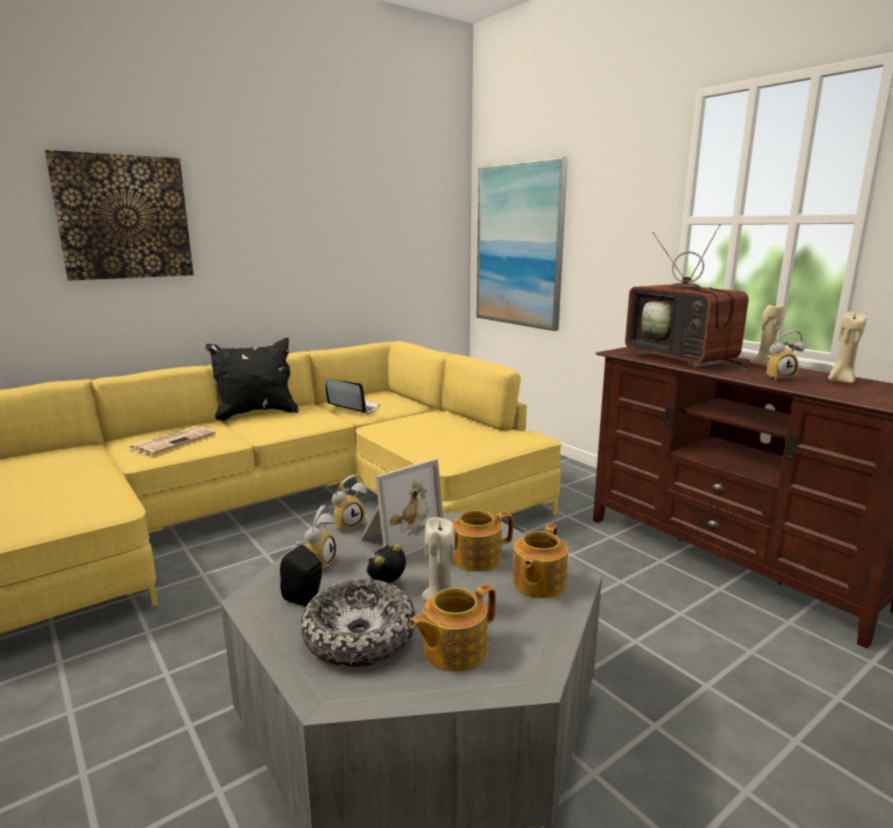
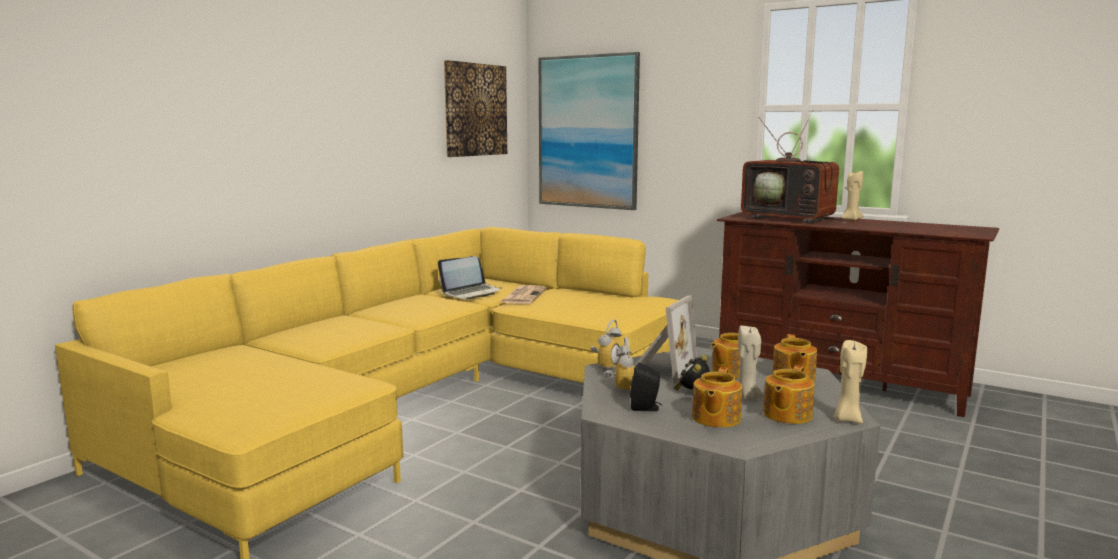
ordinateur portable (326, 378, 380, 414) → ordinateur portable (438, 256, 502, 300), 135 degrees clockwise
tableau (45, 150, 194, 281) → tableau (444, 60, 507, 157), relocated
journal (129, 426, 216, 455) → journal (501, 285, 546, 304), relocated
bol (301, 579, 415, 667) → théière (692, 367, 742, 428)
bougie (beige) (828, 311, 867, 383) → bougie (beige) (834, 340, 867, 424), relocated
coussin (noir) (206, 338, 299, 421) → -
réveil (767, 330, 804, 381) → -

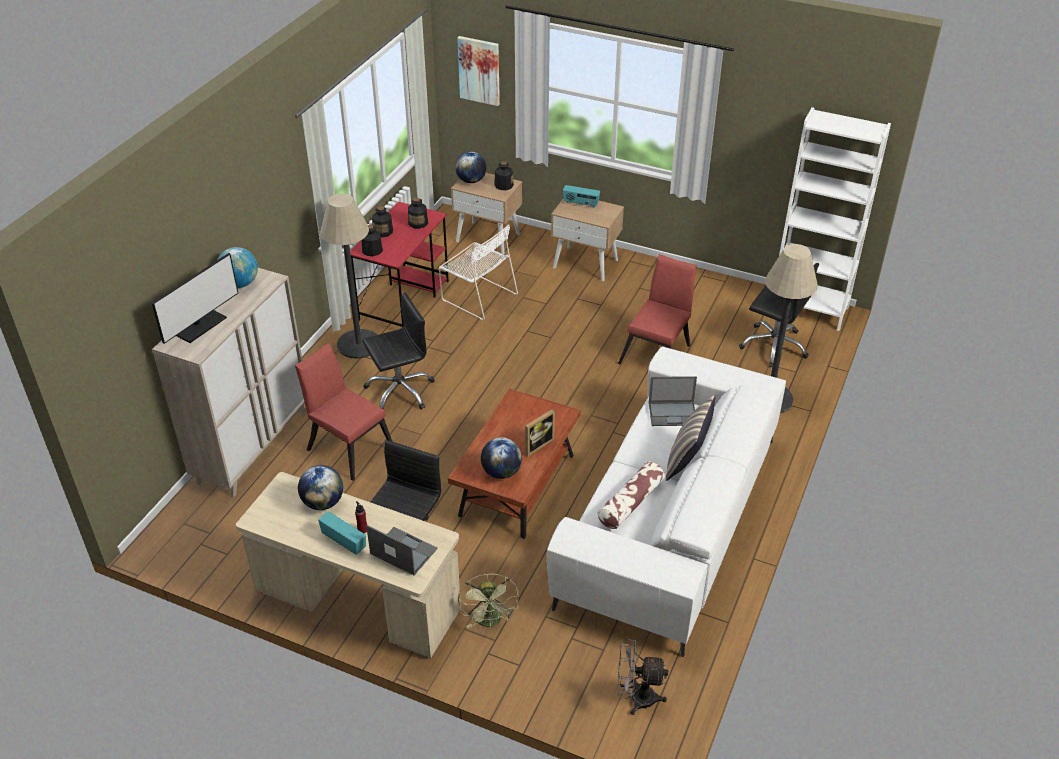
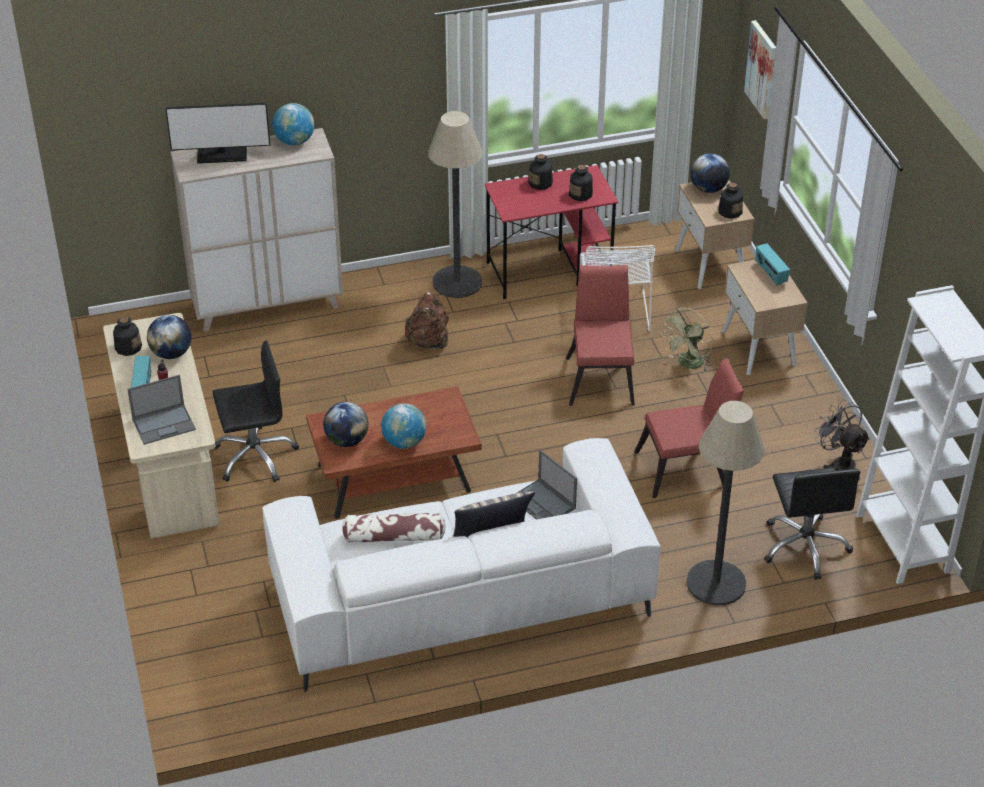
bouteille (362, 225, 383, 256) → bouteille (113, 317, 142, 356), relocated
ordinateur portable (366, 525, 437, 575) → ordinateur portable (127, 375, 196, 445), 75 degrees clockwise
cadre photo (525, 409, 555, 457) → globe (381, 403, 426, 449)
chaise de bureau (noir) (362, 292, 435, 410) → sac à dos (marron) (405, 292, 449, 349)
chaise (rouge) (295, 344, 393, 481) → chaise (rouge) (566, 265, 635, 406), relocated
ventilateur (vert) (458, 573, 519, 628) → ventilateur (vert) (661, 308, 713, 372), relocated
ventilateur (gris) (617, 639, 668, 715) → ventilateur (gris) (814, 399, 870, 480), relocated

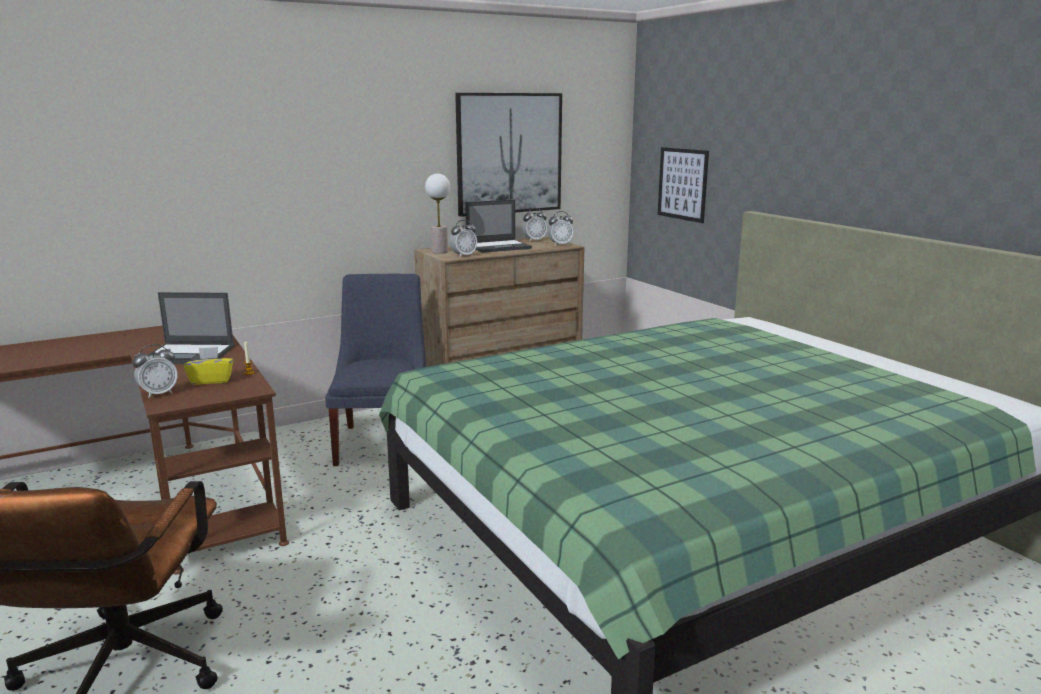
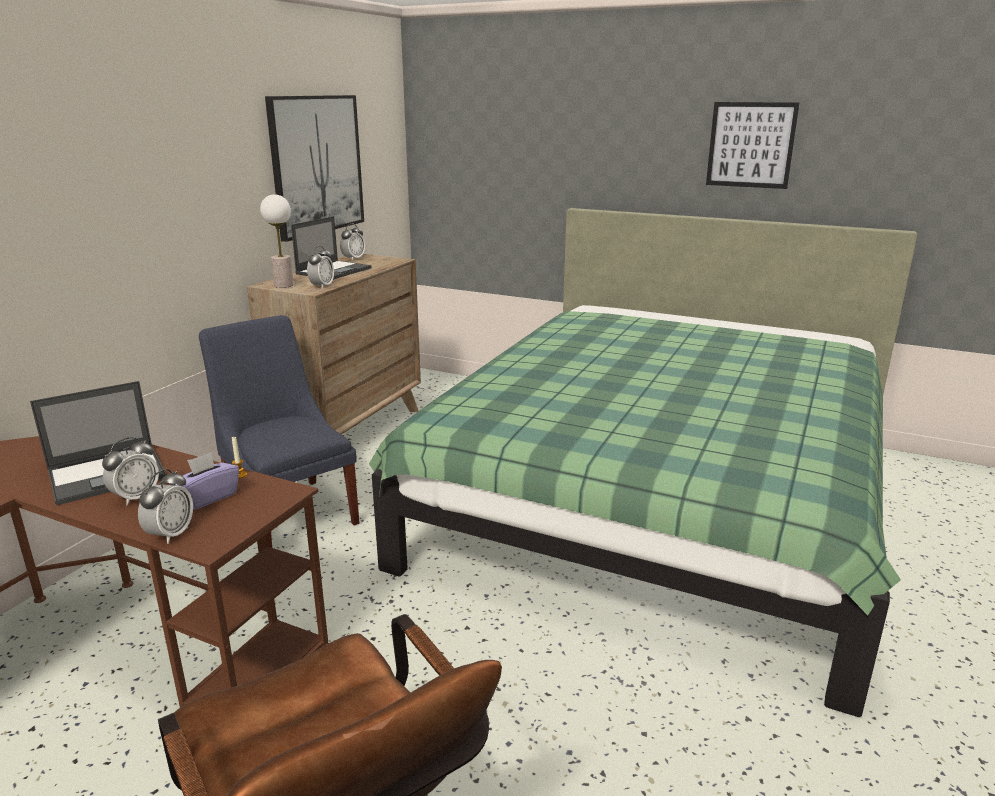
réveil (548, 211, 573, 246) → réveil (102, 437, 159, 505), relocated
boîte à mouchoirs (jaune) (184, 347, 234, 385) → boîte à mouchoirs (violet) (171, 452, 239, 510)
tableau (658, 147, 709, 223) → tableau (706, 102, 799, 189), relocated

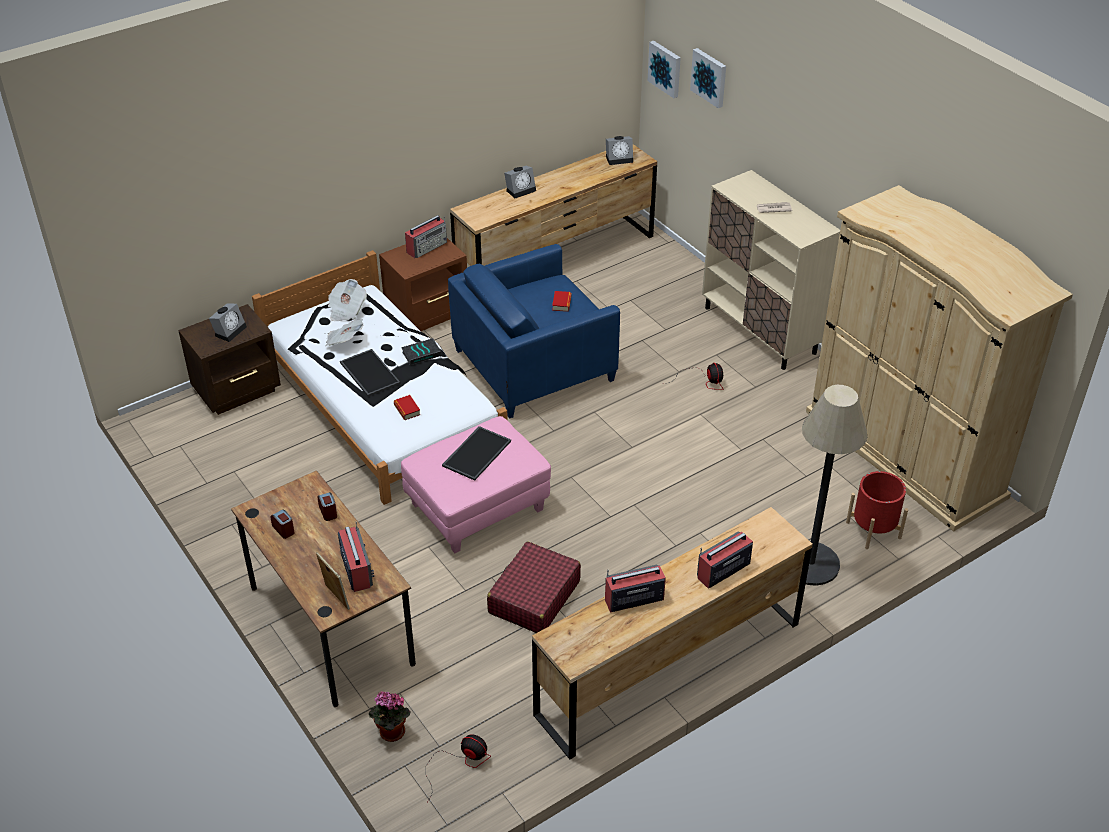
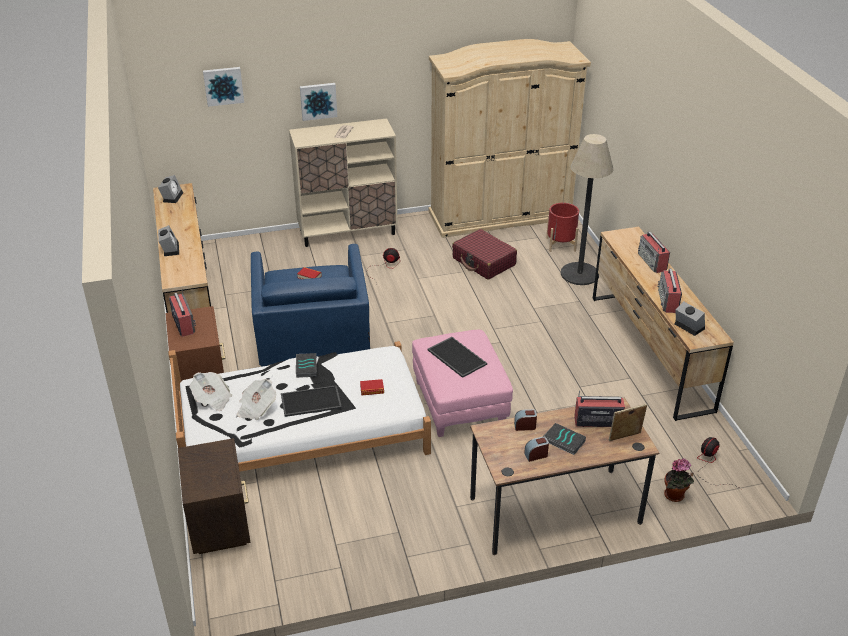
tableau (648, 41, 681, 98) → tableau (300, 83, 337, 121), relocated
valise (rouge) (487, 542, 581, 633) → valise (rouge) (452, 229, 517, 280), relocated
- → livre (543, 423, 586, 455)
réveil (209, 303, 247, 342) → réveil (674, 302, 705, 336), relocated

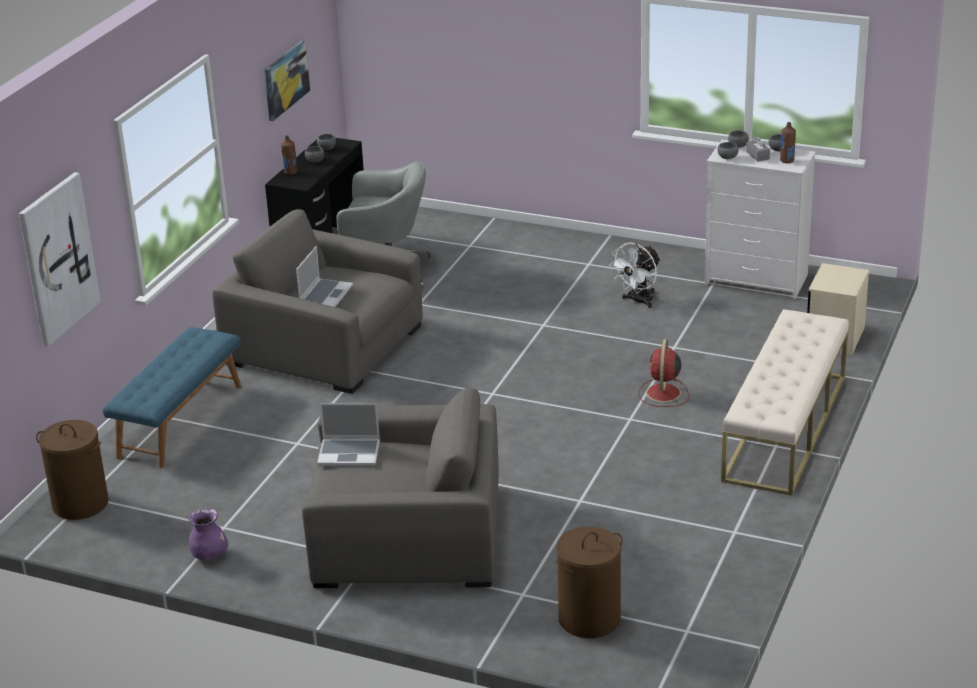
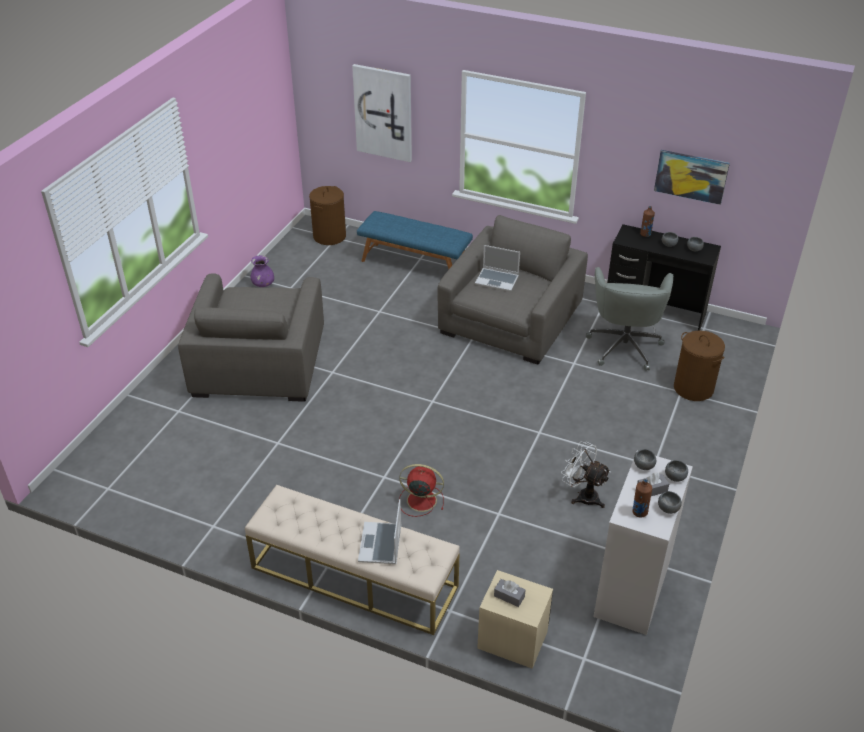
ordinateur portable (317, 403, 380, 466) → ordinateur portable (358, 499, 401, 564), relocated
- → boîte à mouchoirs (gris) (494, 579, 525, 607)
panier à linge (marron) (555, 527, 623, 638) → panier à linge (marron) (674, 331, 725, 401), relocated

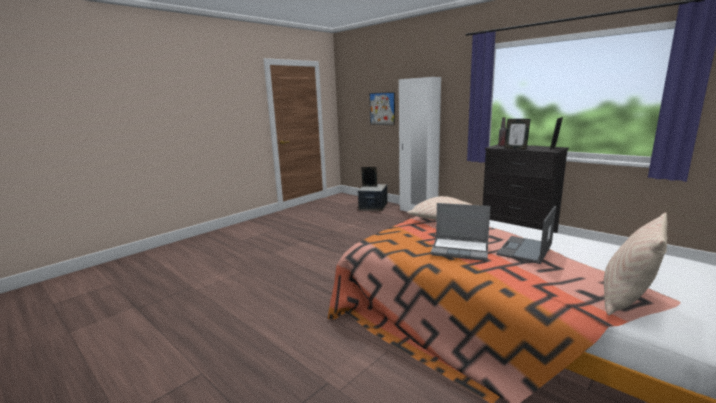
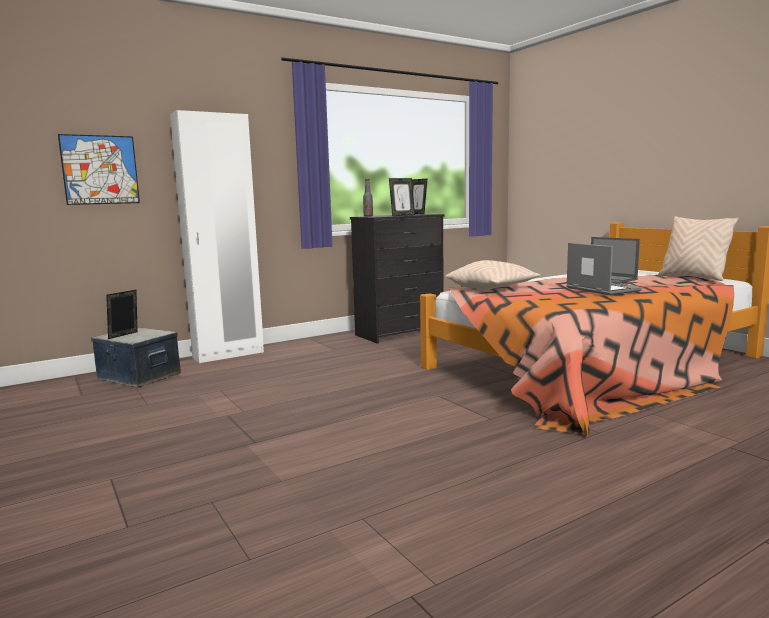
ordinateur portable (431, 203, 490, 261) → ordinateur portable (566, 243, 642, 295), 60 degrees counterclockwise

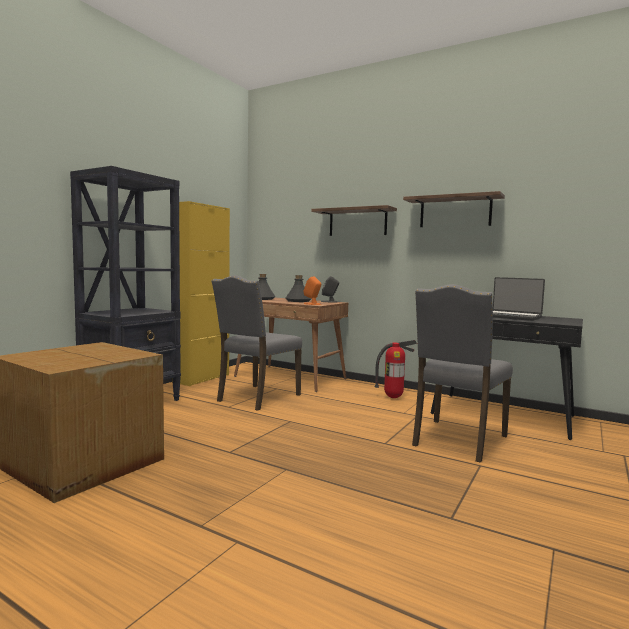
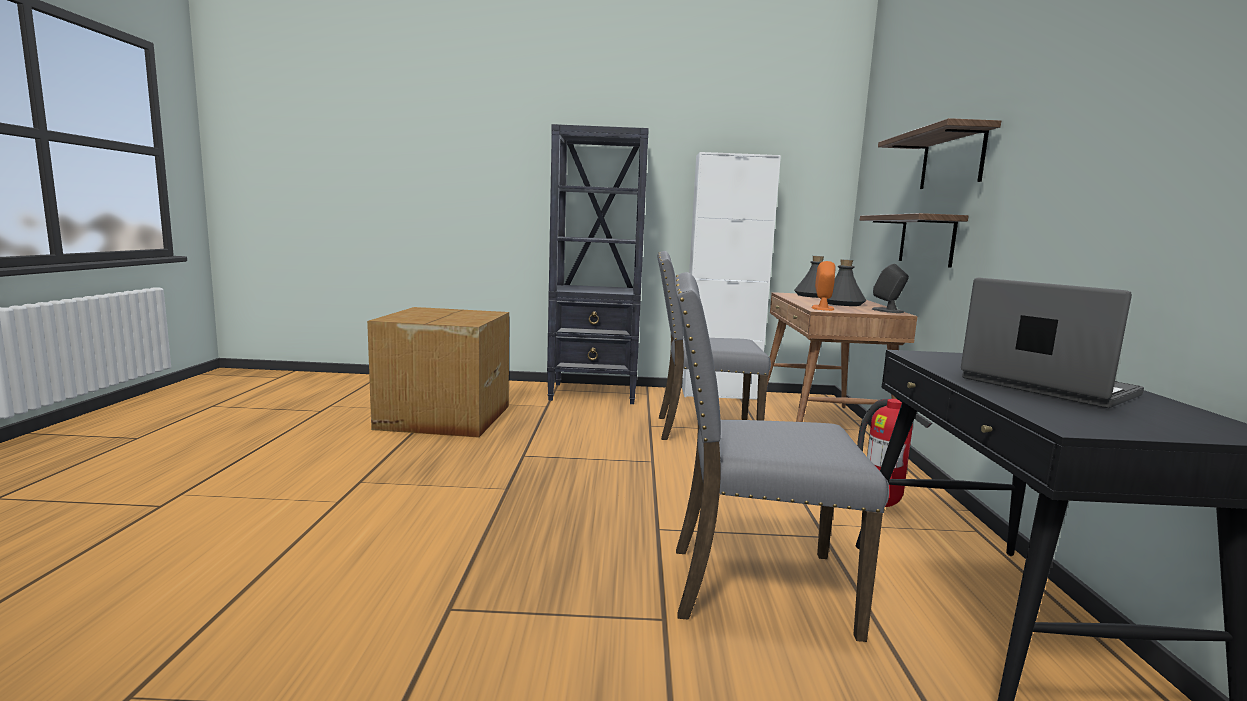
meuble de rangement (jaune) (172, 201, 230, 386) → meuble de rangement (blanc) (682, 152, 781, 400)
étagère (403, 191, 505, 227) → étagère (860, 213, 968, 268), relocated
ordinateur portable (493, 277, 545, 321) → ordinateur portable (961, 278, 1144, 408), 135 degrees clockwise

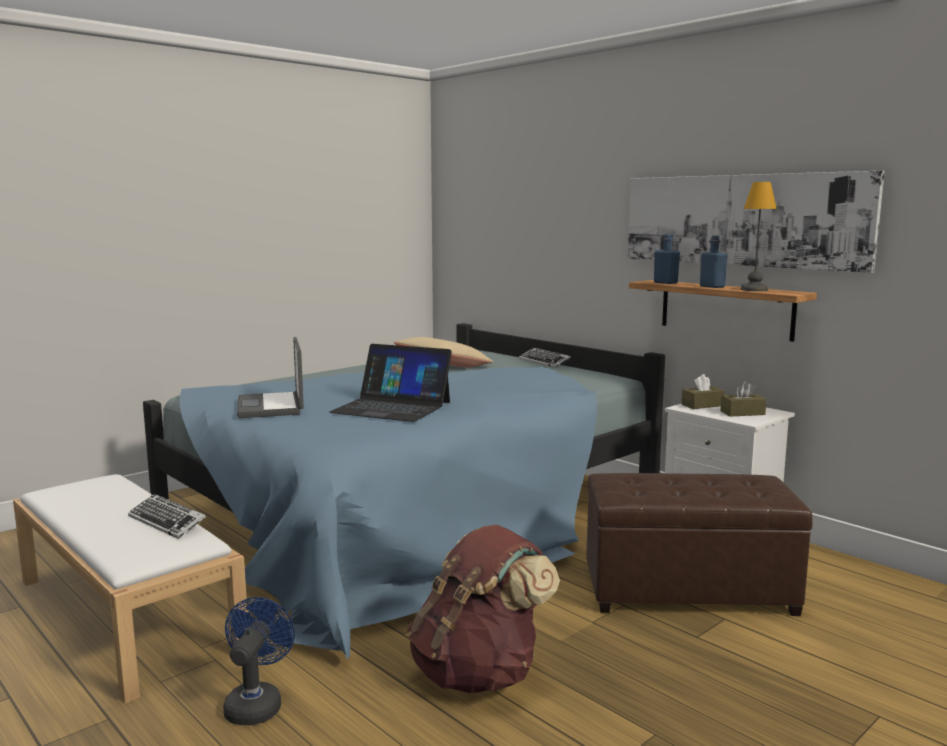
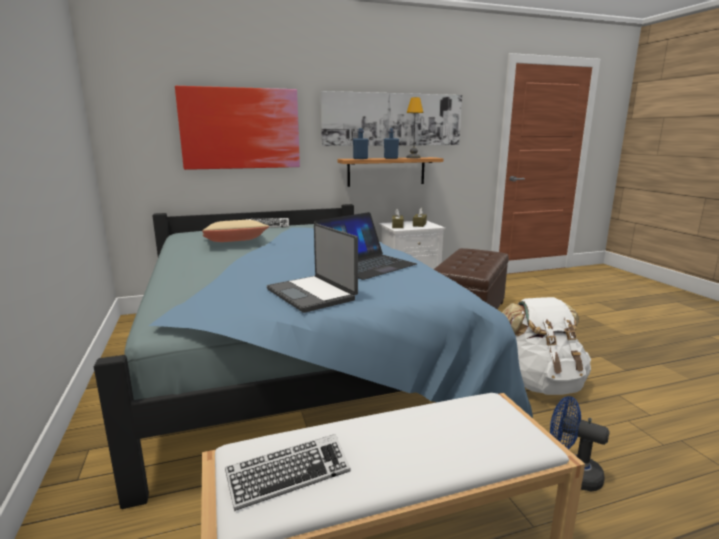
- → tableau (175, 86, 300, 170)
clavier (128, 494, 206, 539) → clavier (225, 434, 350, 511), relocated
ordinateur portable (237, 337, 304, 418) → ordinateur portable (267, 223, 358, 313), 45 degrees clockwise
sac à dos (marron) (407, 525, 560, 693) → sac à dos (blanc) (502, 297, 591, 395)

